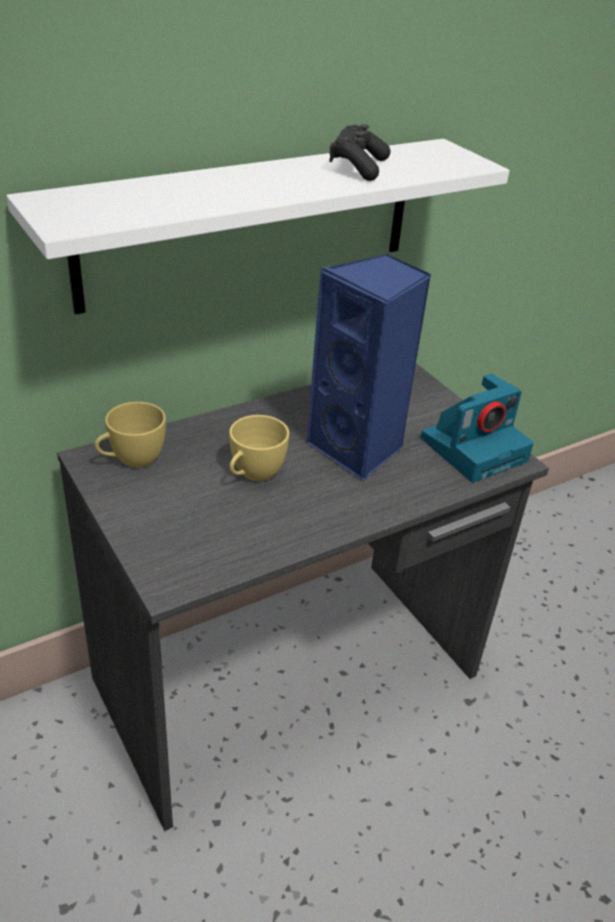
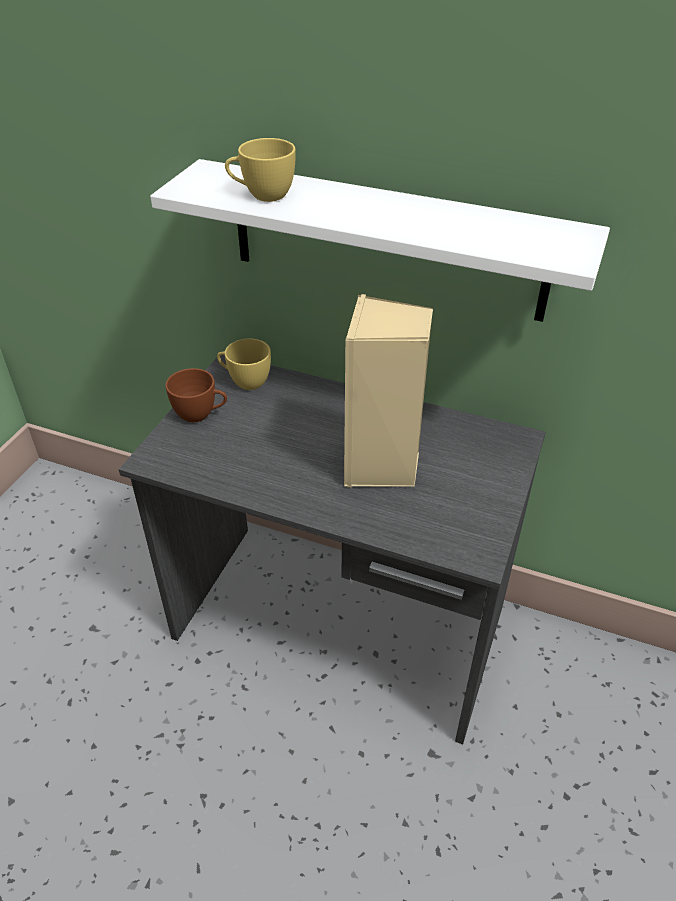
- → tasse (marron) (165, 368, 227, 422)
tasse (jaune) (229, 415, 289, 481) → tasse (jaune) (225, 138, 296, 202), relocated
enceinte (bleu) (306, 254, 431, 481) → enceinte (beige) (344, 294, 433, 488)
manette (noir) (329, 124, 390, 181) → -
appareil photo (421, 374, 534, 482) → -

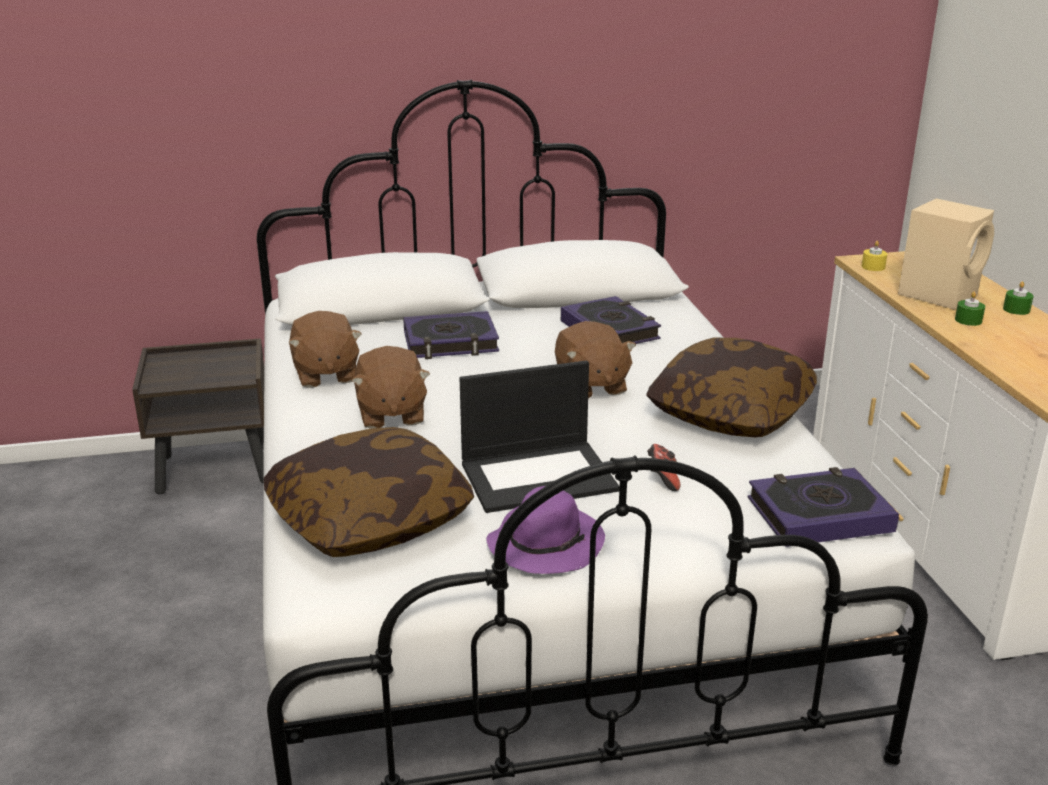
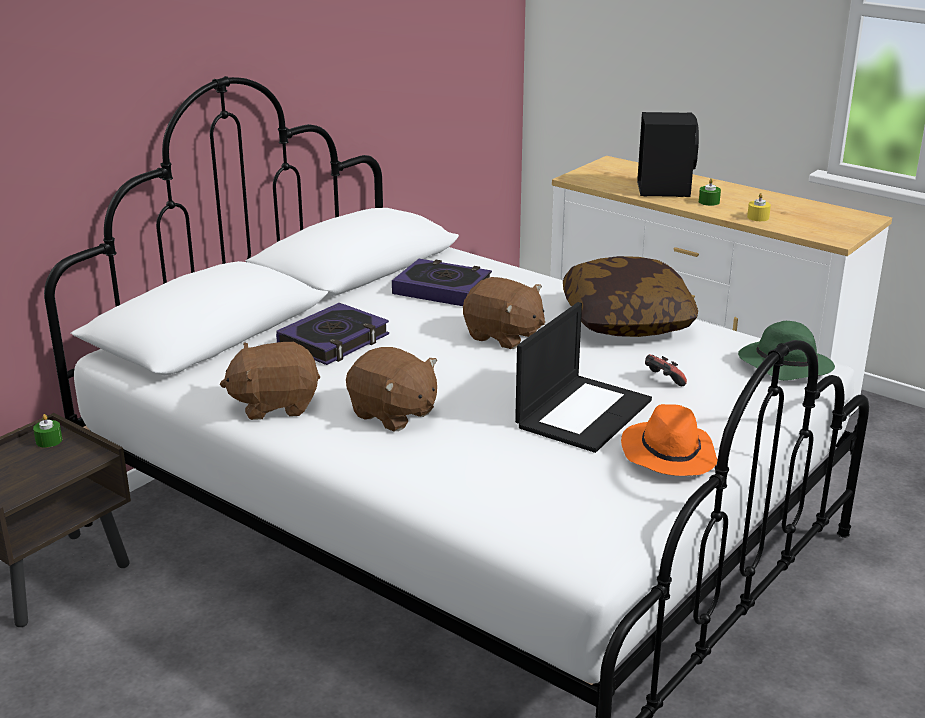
bougie (vert) (1003, 281, 1034, 315) → bougie (vert) (33, 414, 62, 448), relocated
peluche (marron) (289, 311, 362, 388) → peluche (marron) (220, 342, 320, 420), 135 degrees clockwise
chapeau (violet) (486, 486, 605, 574) → chapeau (orange) (621, 404, 718, 476)
enceinte (beige) (898, 198, 994, 310) → enceinte (noir) (637, 112, 699, 197)
livre (748, 467, 899, 547) → chapeau (vert) (738, 321, 835, 381)
bougie (jaune) (862, 241, 887, 271) → bougie (jaune) (747, 193, 771, 221), relocated
coussin (264, 427, 474, 557) → -

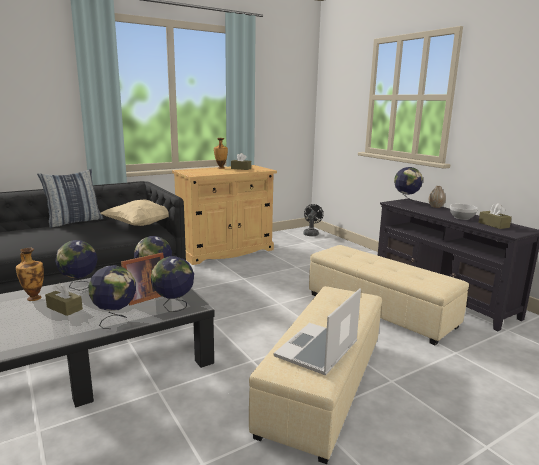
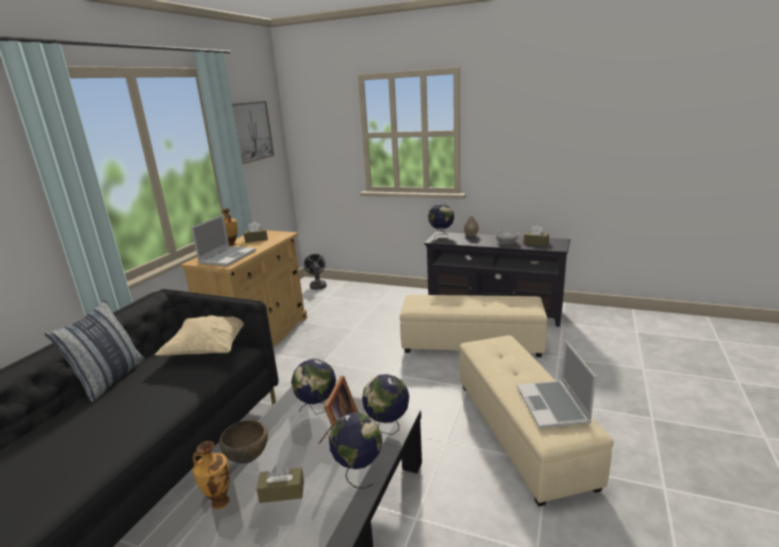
- → ordinateur portable (191, 215, 256, 266)
globe (55, 240, 98, 291) → bol (marron) (219, 420, 268, 464)
- → tableau (232, 101, 274, 164)

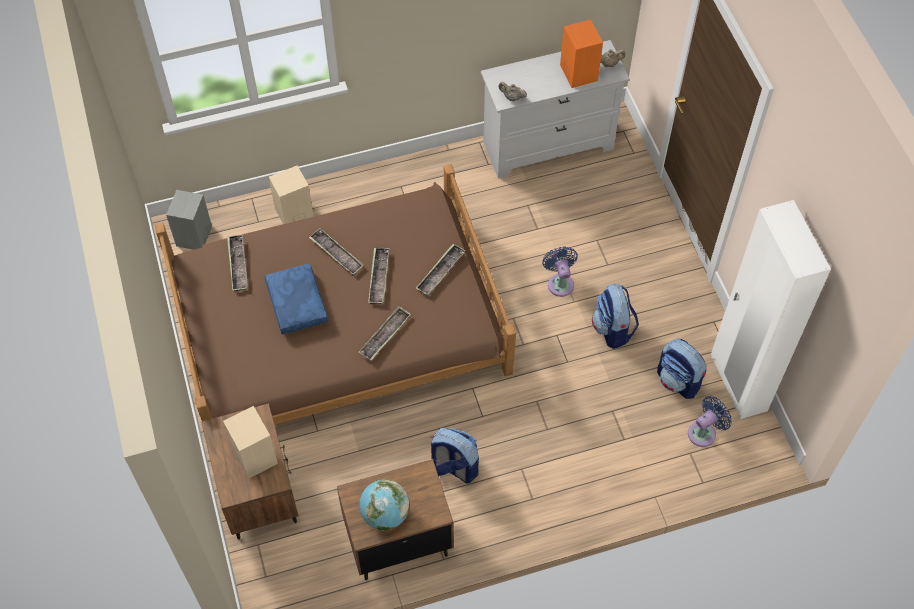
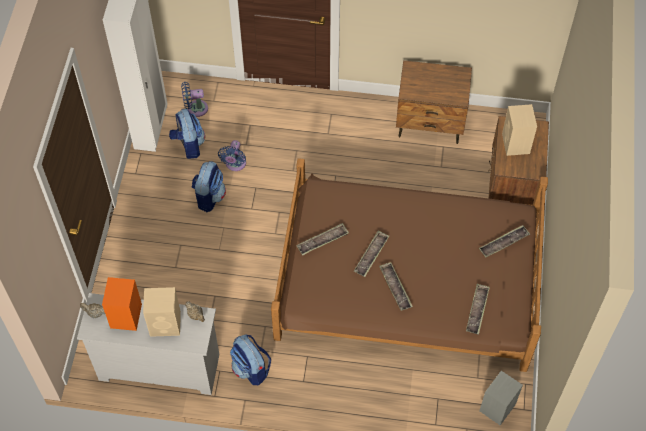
enceinte (beige) (269, 165, 314, 224) → enceinte (beige) (143, 287, 181, 337), relocated
ventilateur (bleu) (542, 247, 578, 297) → ventilateur (bleu) (218, 140, 246, 171), relocated
sac à dos (430, 428, 479, 483) → sac à dos (230, 334, 271, 385), relocated
plateau (359, 306, 411, 361) → plateau (479, 225, 530, 257), relocated
coussin (bleu) (265, 263, 328, 335) → -
globe (359, 479, 410, 531) → -

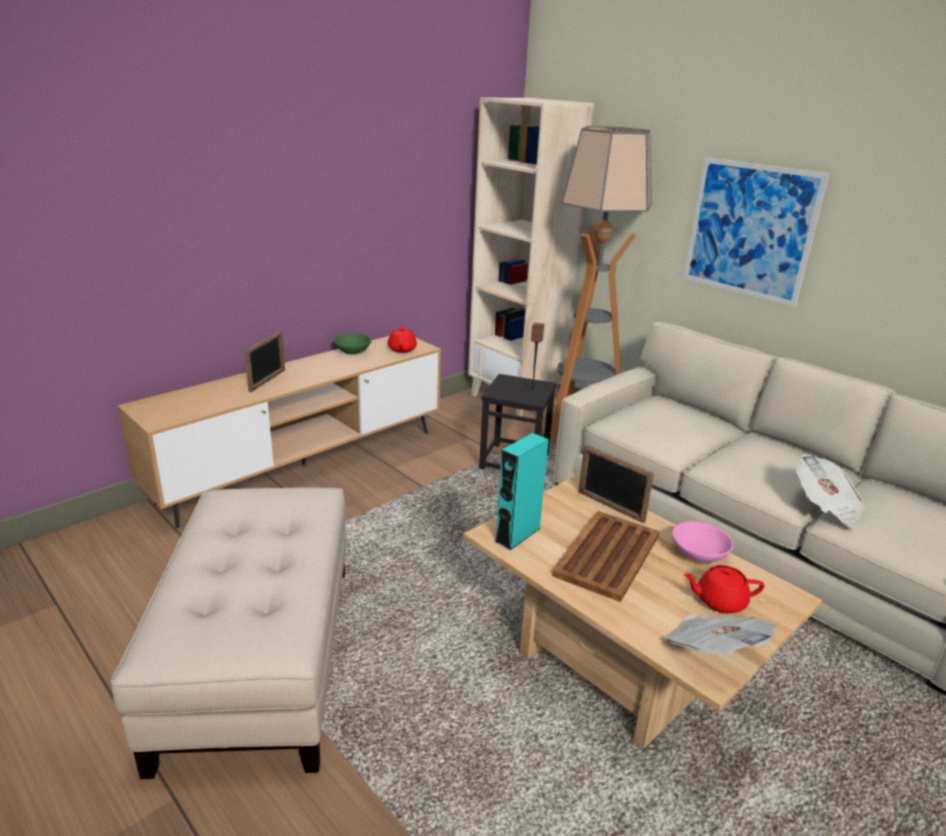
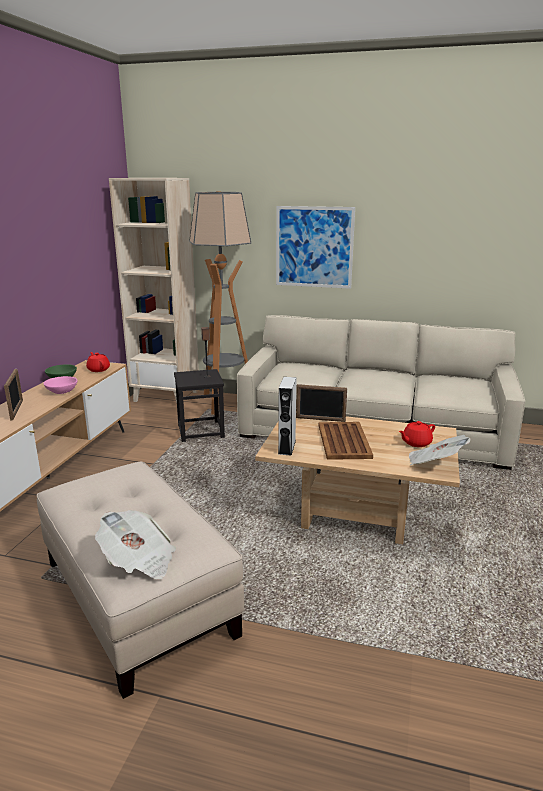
bol (rose) (672, 521, 733, 562) → bol (rose) (43, 376, 78, 394), relocated
journal (796, 454, 866, 528) → journal (95, 510, 176, 580), relocated
enceinte (turquoise) (495, 433, 549, 550) → enceinte (gris) (278, 377, 297, 456)

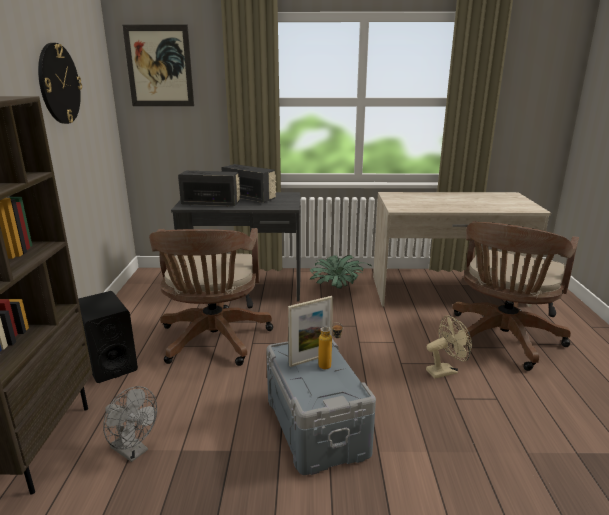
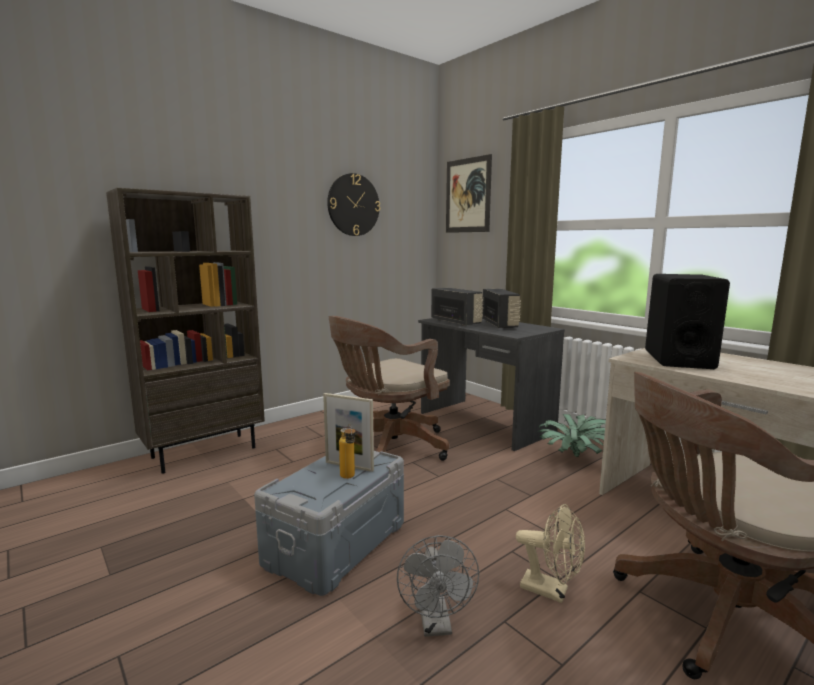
ventilateur (gris) (103, 386, 157, 462) → ventilateur (gris) (397, 535, 479, 637), relocated
enceinte (noir) (78, 291, 138, 383) → enceinte (noir) (645, 274, 730, 369), relocated

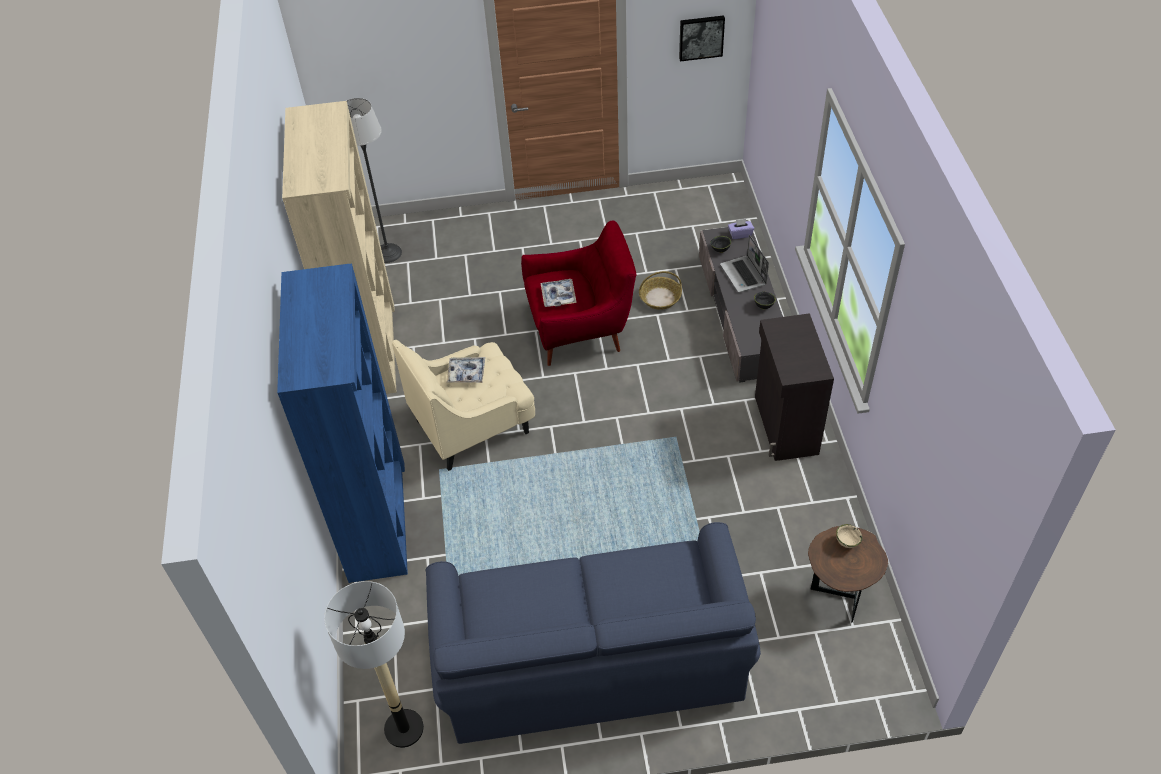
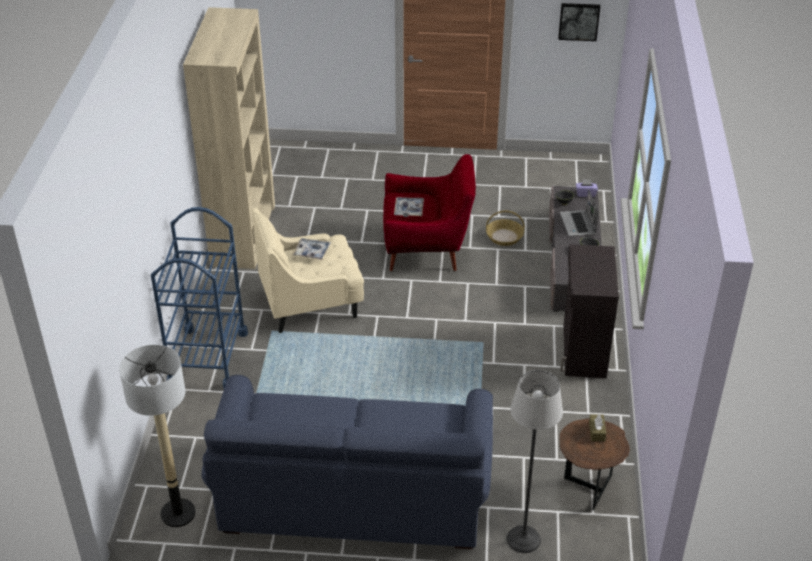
bibliothèque (bleu) (277, 264, 408, 583) → chariot (bleu) (151, 207, 248, 388)
lampadaire (346, 98, 402, 263) → lampadaire (507, 370, 563, 553), relocated
bol (beige) (836, 524, 862, 548) → boîte à mouchoirs (marron) (589, 414, 606, 441)

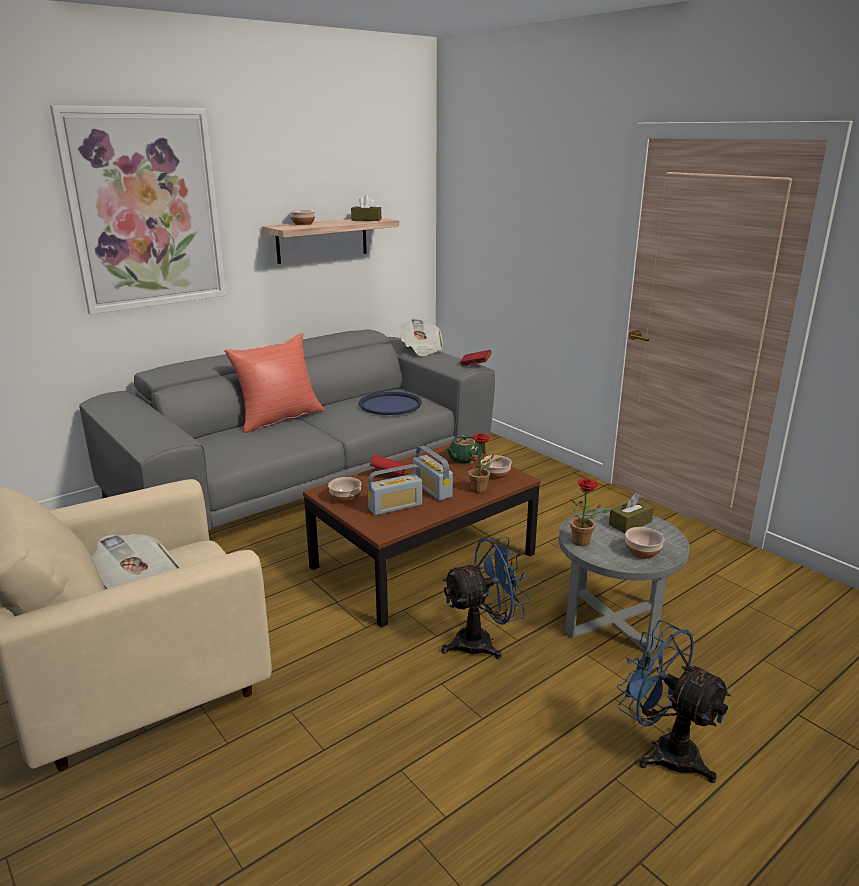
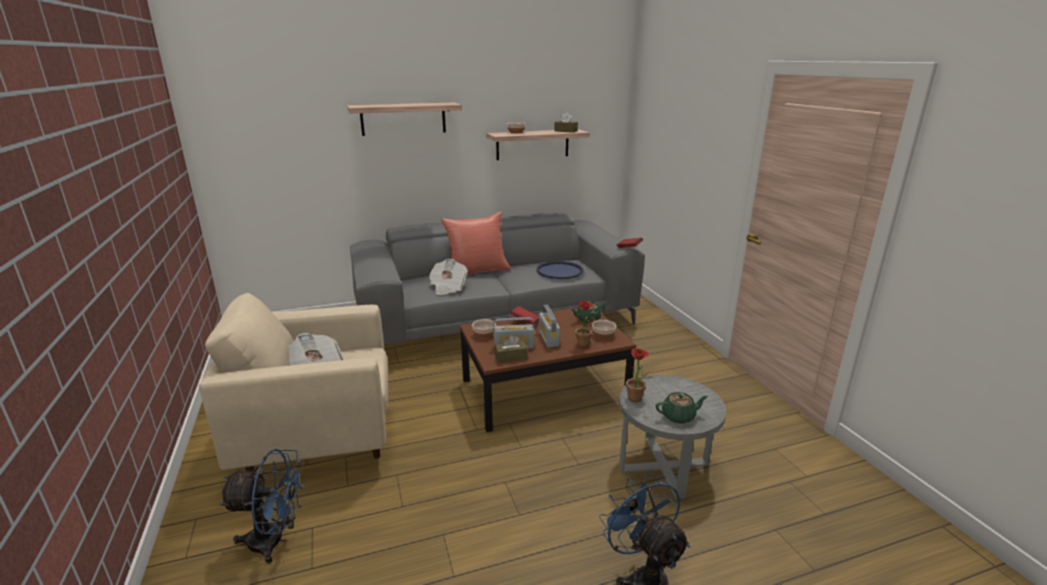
ventilateur (bleu) (441, 537, 530, 660) → ventilateur (bleu) (219, 449, 305, 564), relocated
tableau (50, 105, 226, 314) → étagère (347, 103, 462, 136)
journal (400, 319, 443, 356) → journal (429, 259, 468, 295), relocated
boîte à mouchoirs (marron) (609, 493, 654, 533) → boîte à mouchoirs (marron) (495, 335, 527, 363), relocated
bol (625, 527, 664, 559) → théière (vert) (656, 392, 708, 423)

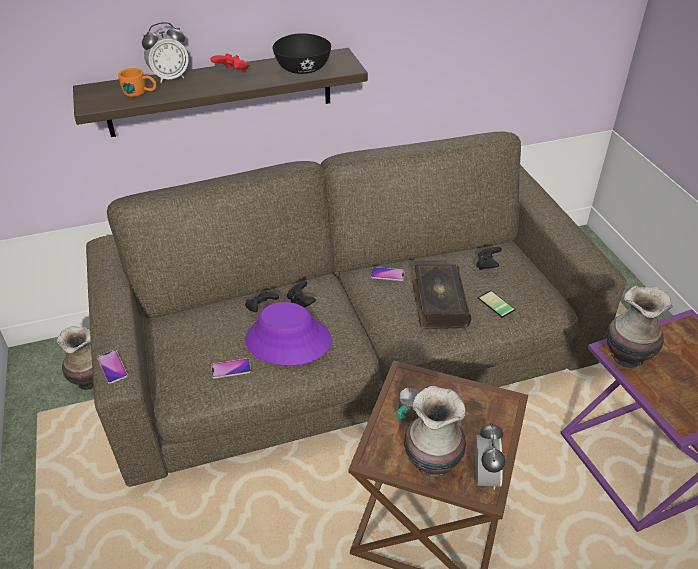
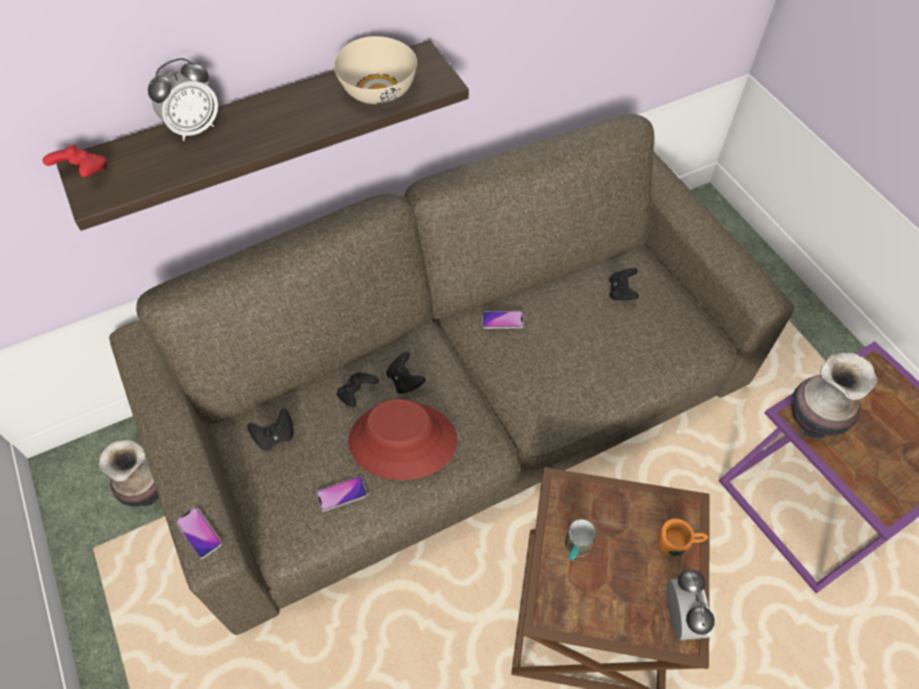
manette (rouge) (211, 53, 249, 72) → manette (rouge) (43, 144, 107, 177), relocated
- → manette (noir) (248, 408, 294, 451)
bol (noir) (272, 33, 331, 74) → bol (beige) (334, 36, 417, 104)
chapeau (violet) (245, 302, 332, 365) → chapeau (rouge) (348, 399, 457, 480)
mug (orange) (118, 68, 157, 97) → mug (orange) (658, 518, 708, 556), relocated
vase (404, 386, 466, 477) → -
livre (412, 264, 472, 329) → -
téléphone (478, 290, 516, 318) → -

